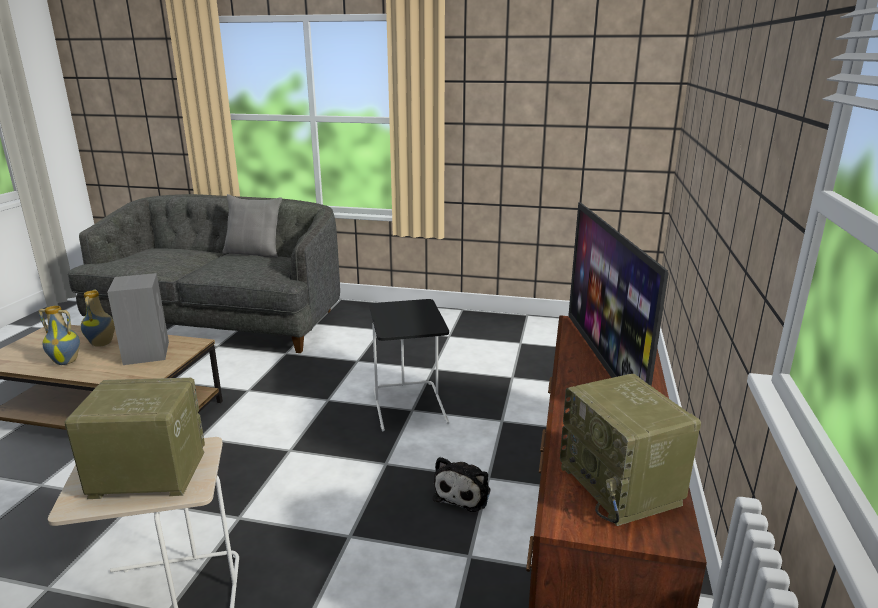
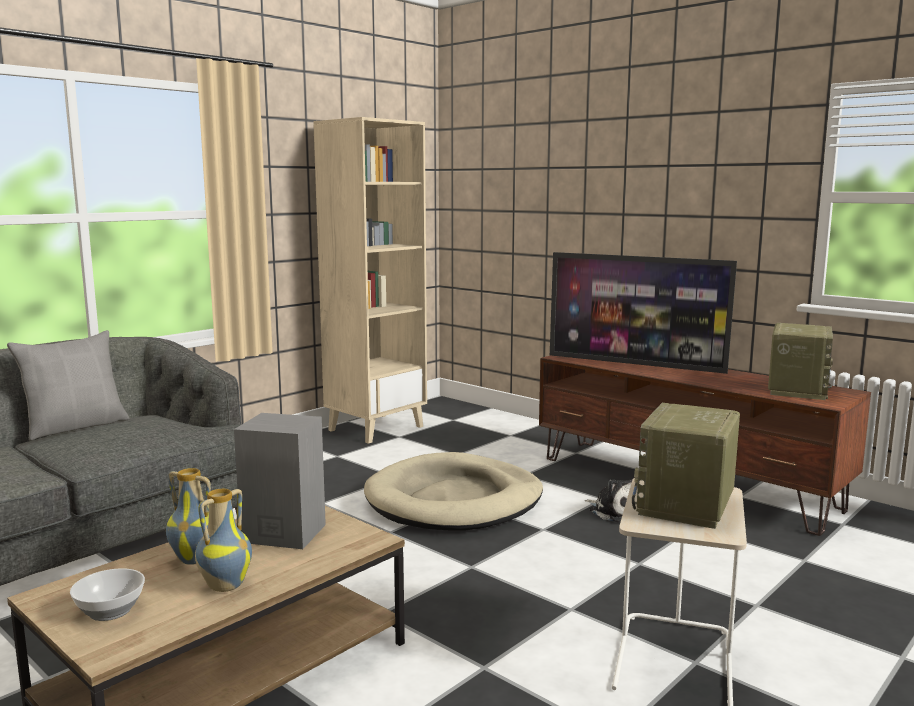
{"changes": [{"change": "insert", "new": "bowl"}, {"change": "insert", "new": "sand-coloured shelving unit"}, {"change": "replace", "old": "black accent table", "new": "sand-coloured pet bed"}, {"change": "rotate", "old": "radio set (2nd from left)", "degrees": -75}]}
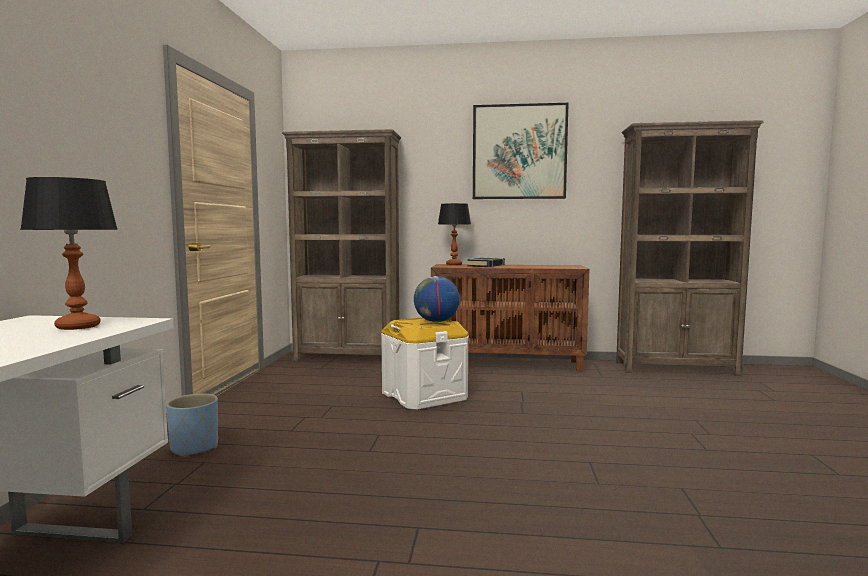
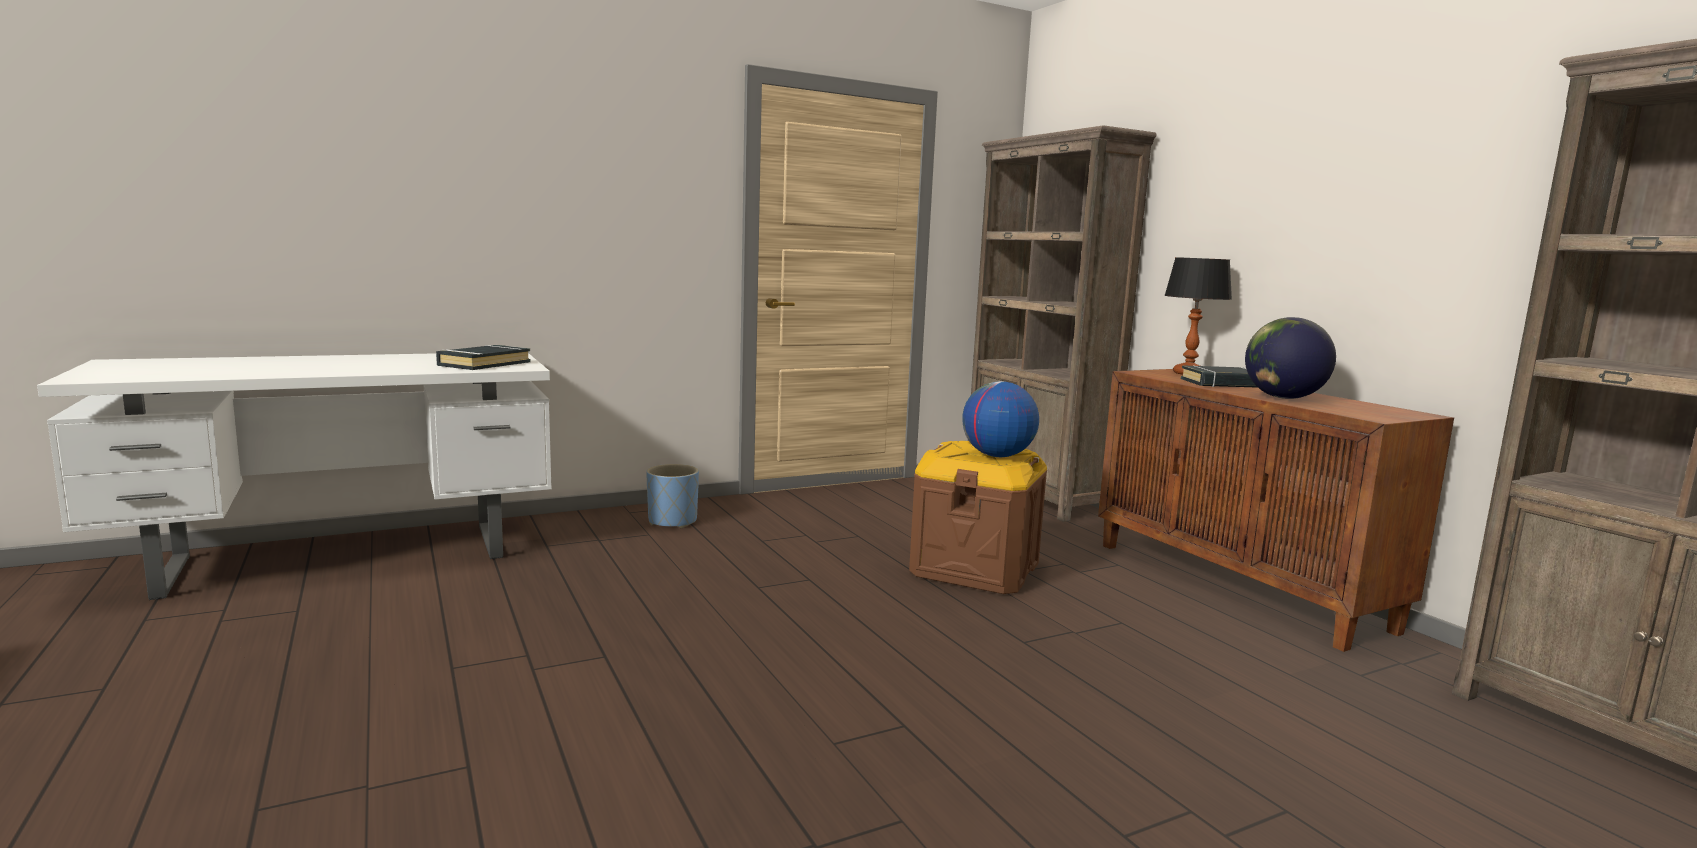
{"changes": [{"change": "replace", "old": "lamp for a table (1st from left)", "new": "black volume (1st from left)"}, {"change": "recolor", "old": "white storage bin", "new": "brownish storage bin"}, {"change": "insert", "new": "world globe (2nd from left)"}, {"change": "delete", "old": "picture"}]}
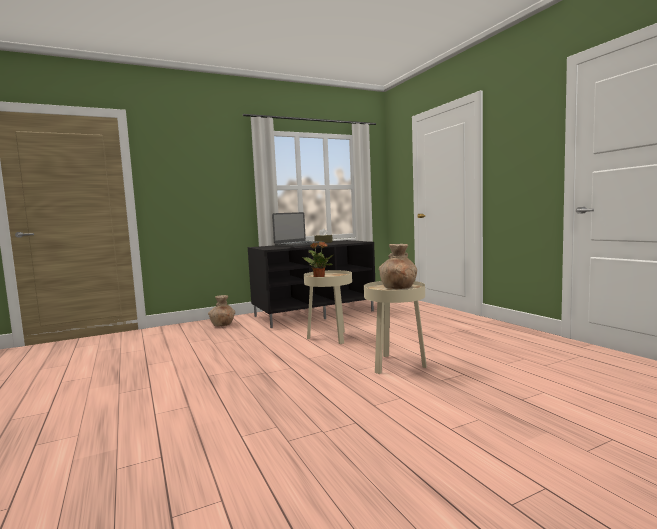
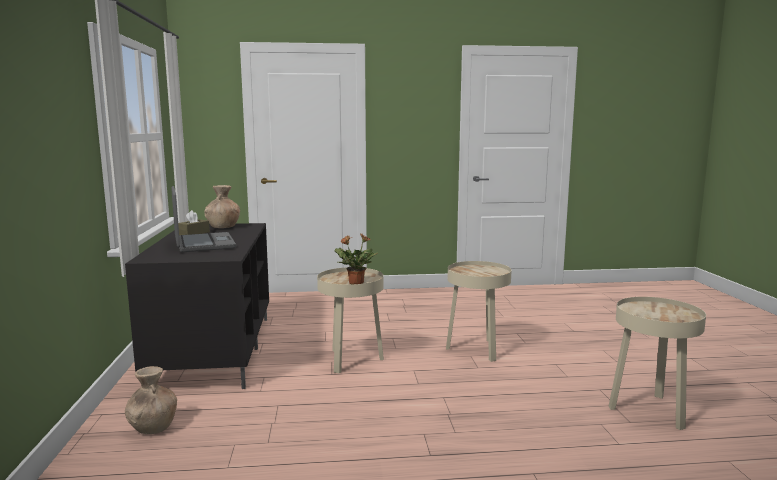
{"changes": [{"change": "move", "old": "brownish decorative vase (2nd from left)"}, {"change": "insert", "new": "sand-coloured accent table (3rd from left)"}]}
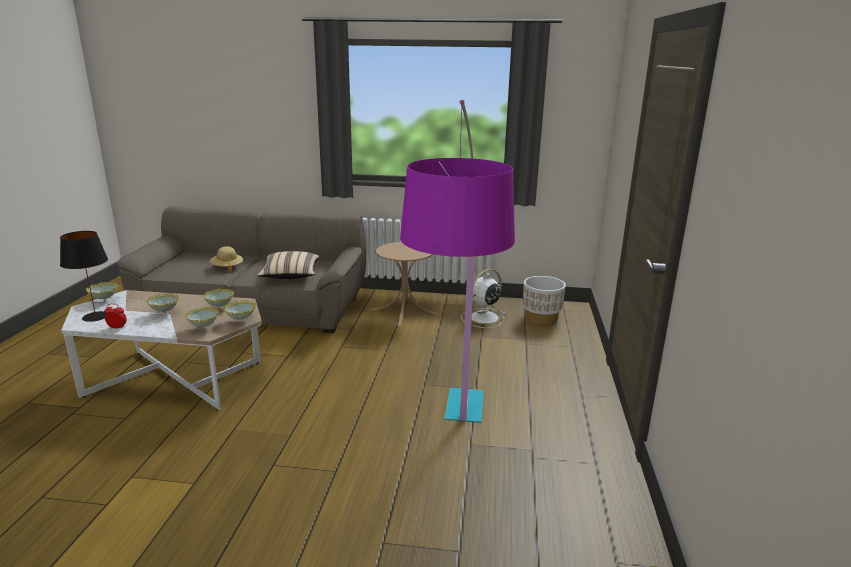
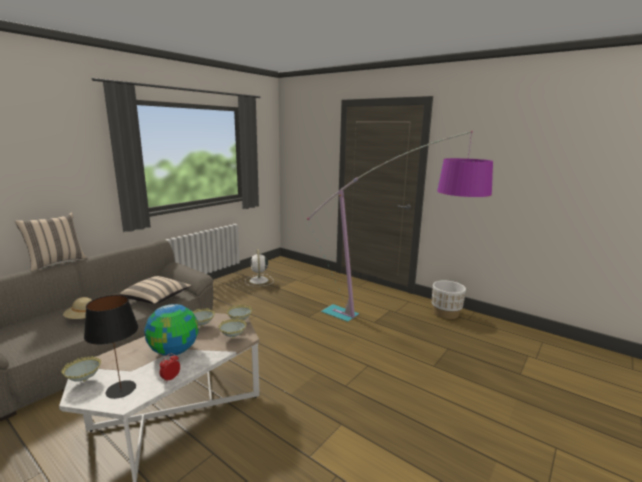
{"changes": [{"change": "insert", "new": "sand-coloured cushion (1st from left)"}, {"change": "replace", "old": "bowl (2nd from left)", "new": "world globe"}, {"change": "move", "old": "white flower pot"}, {"change": "delete", "old": "sand-coloured accent table"}]}
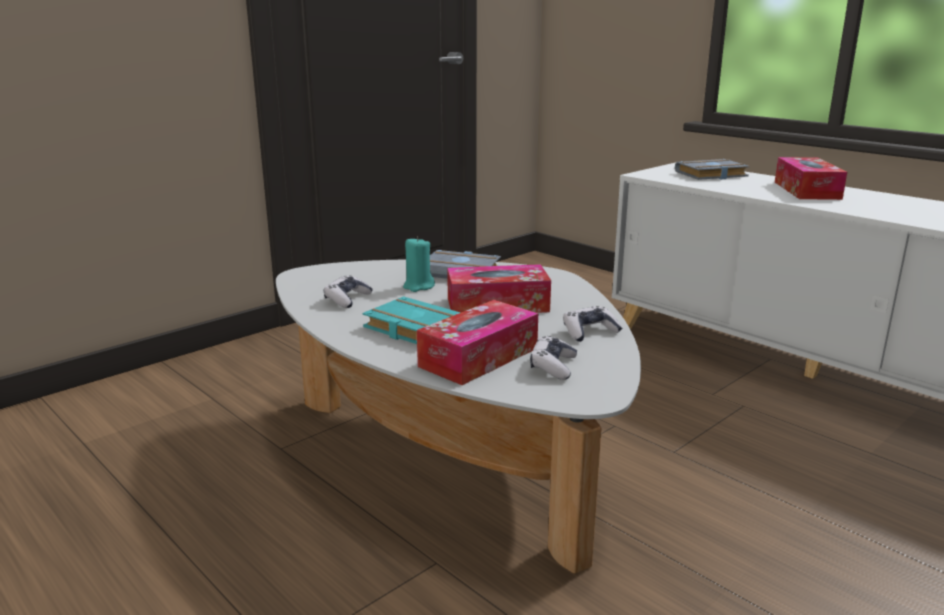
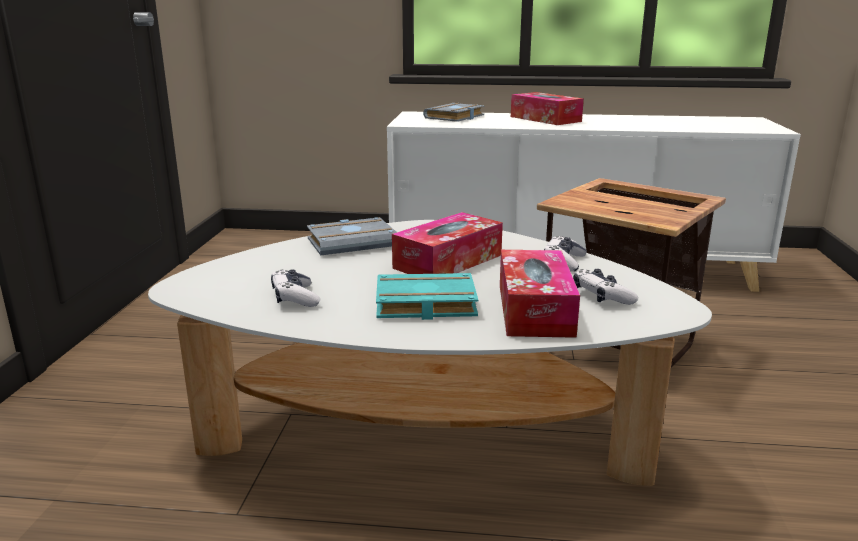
{"changes": [{"change": "insert", "new": "accent table"}, {"change": "delete", "old": "turquoise-coloured wax candle"}]}
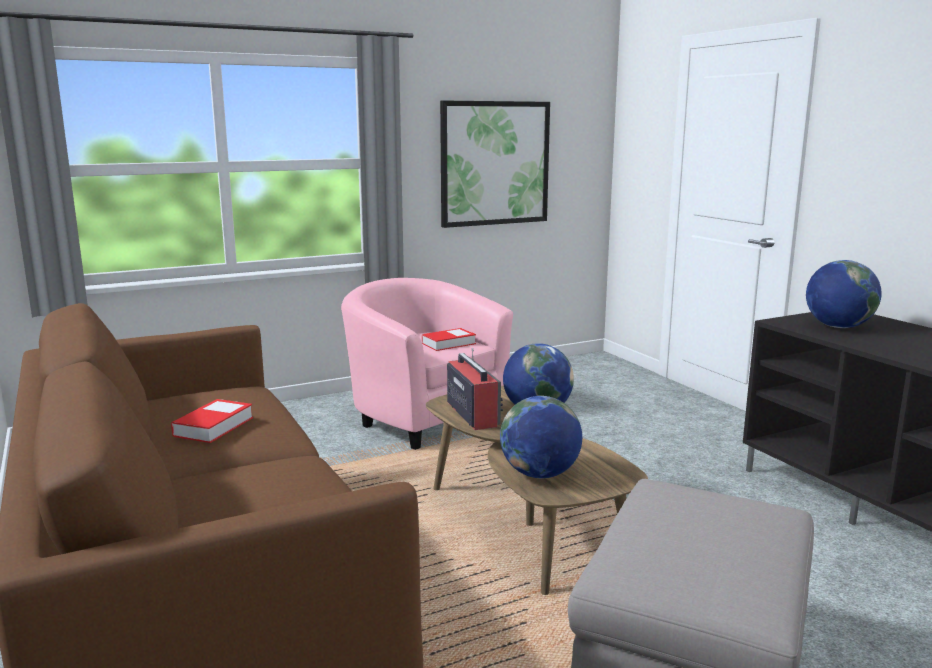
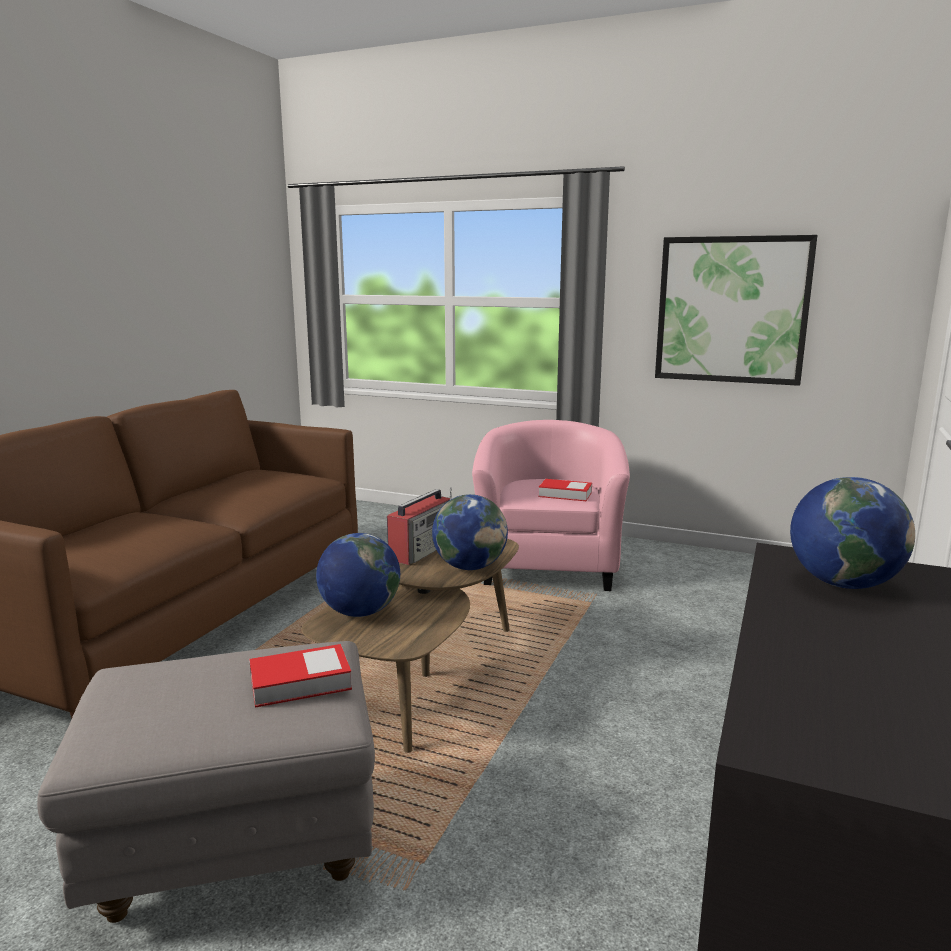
{"changes": [{"change": "move", "old": "volume (1st from left)"}]}
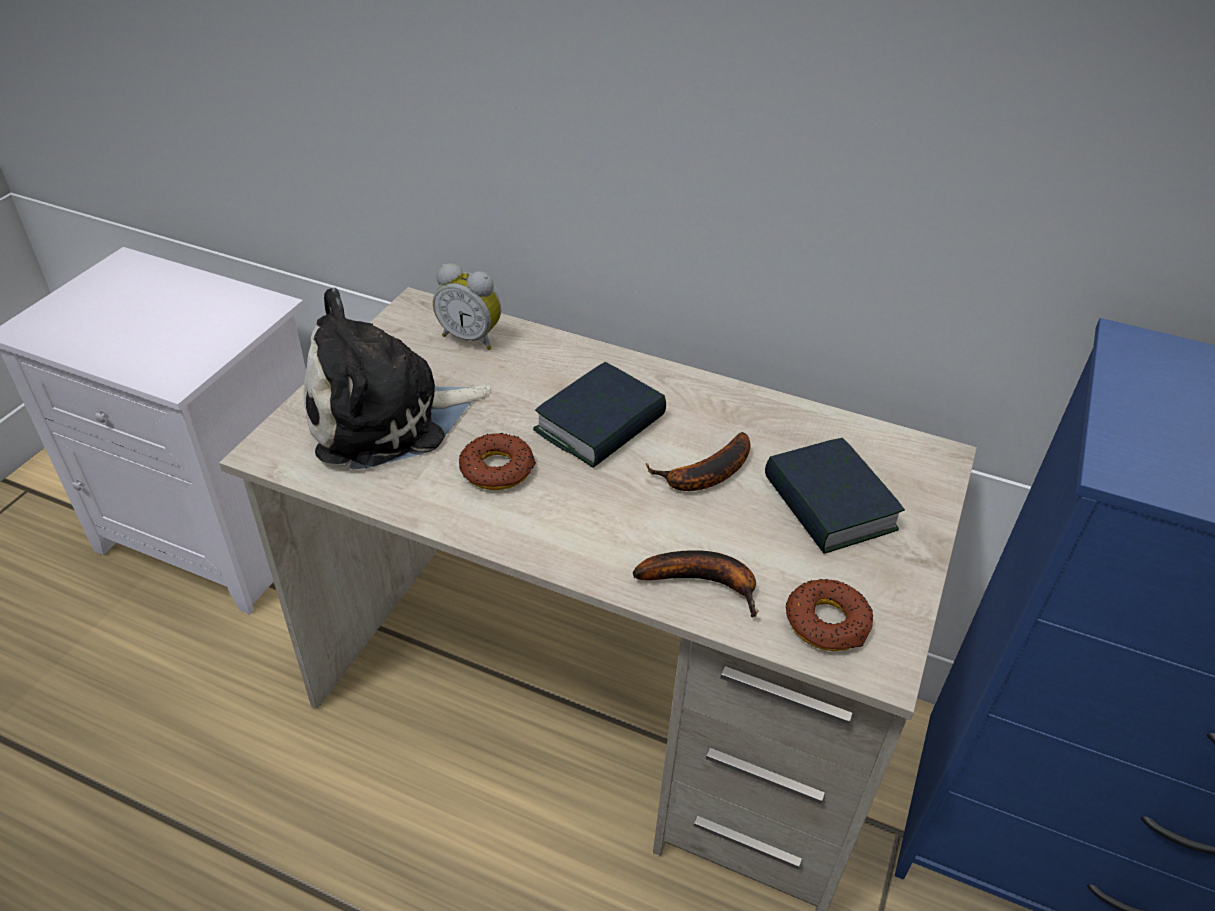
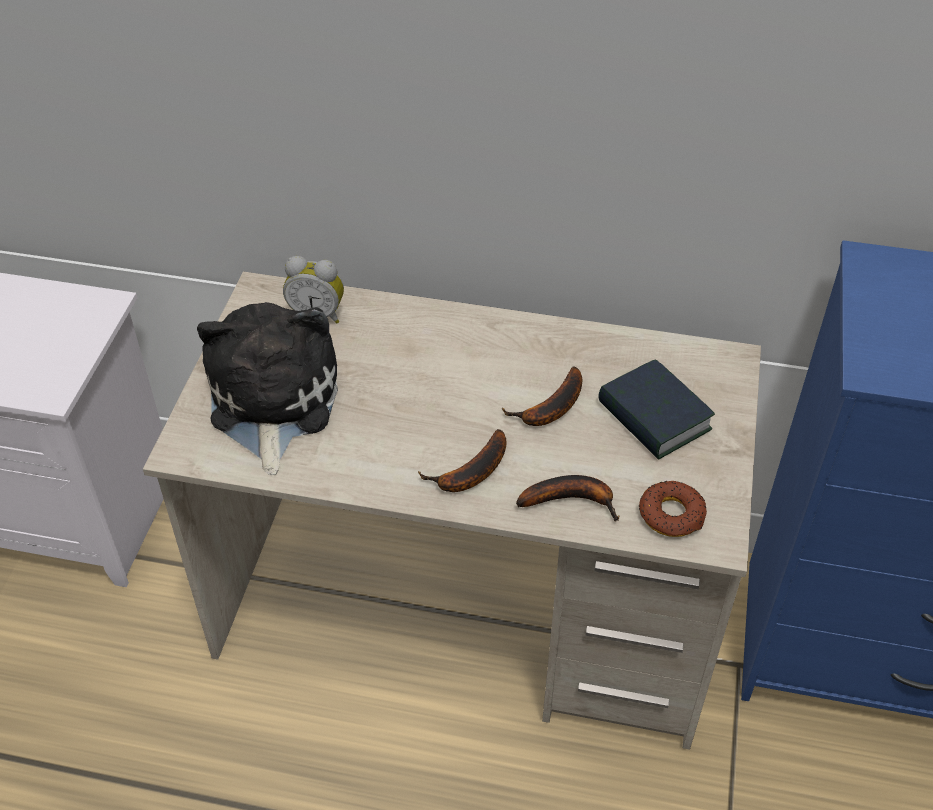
{"changes": [{"change": "rotate", "old": "plush toy", "degrees": 120}, {"change": "insert", "new": "banana fruit (1st from left)"}, {"change": "delete", "old": "donut (1st from left)"}, {"change": "delete", "old": "volume (1st from left)"}]}
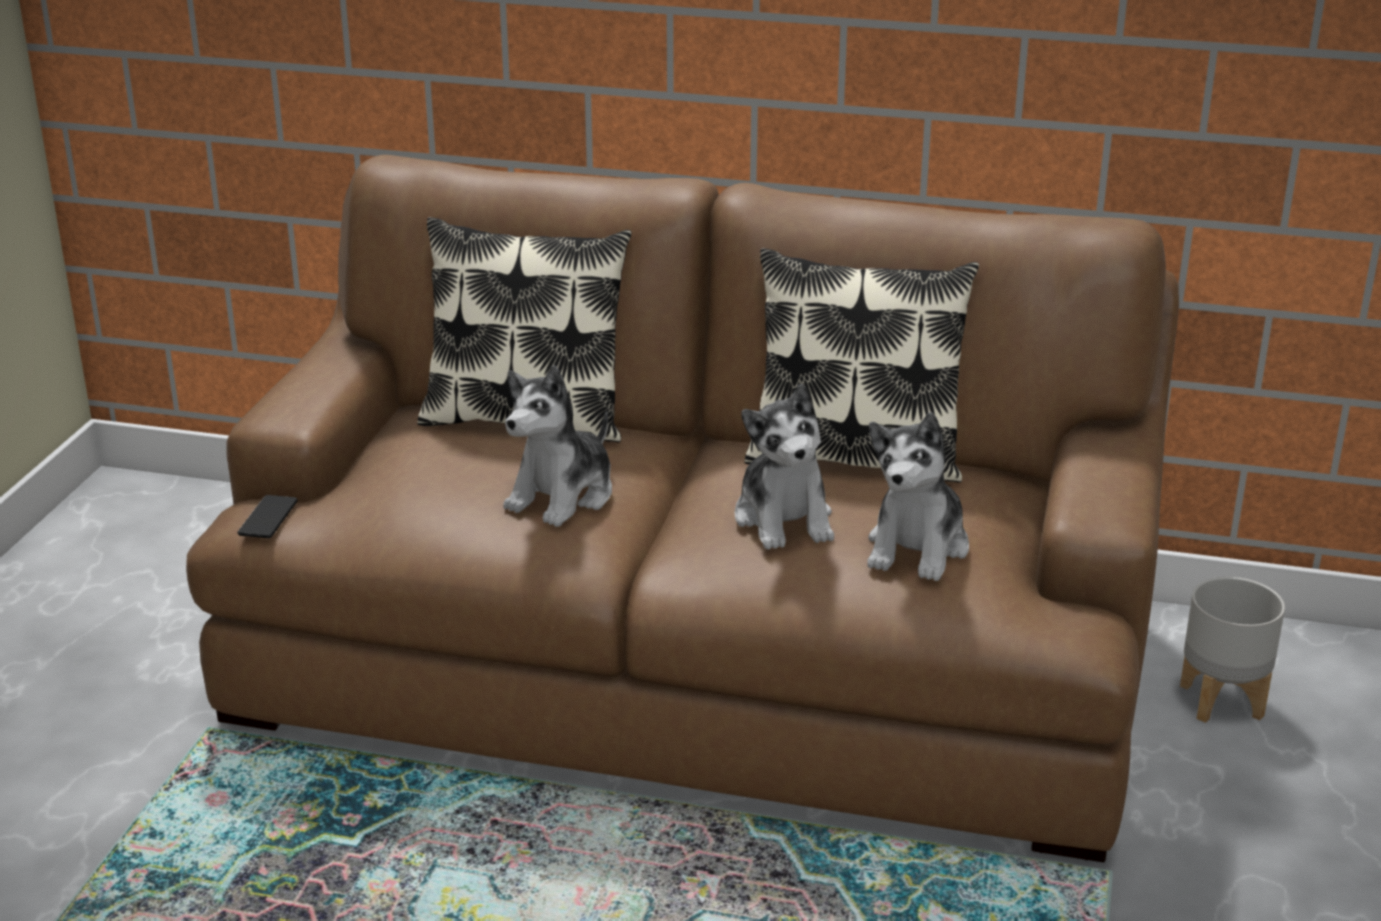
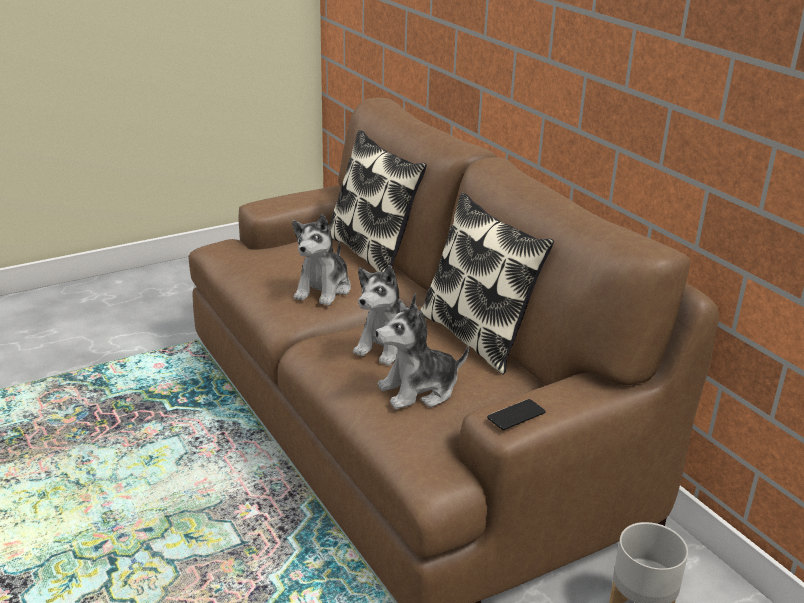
{"changes": [{"change": "rotate", "old": "plush toy (1st from left)", "degrees": -60}, {"change": "move", "old": "telephone"}]}
